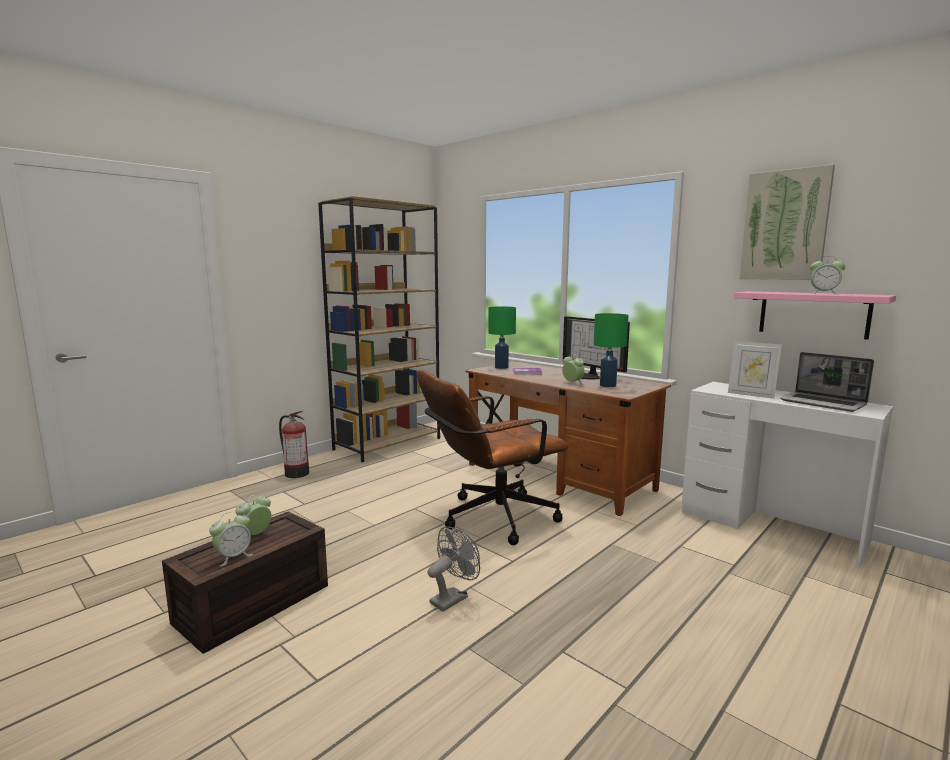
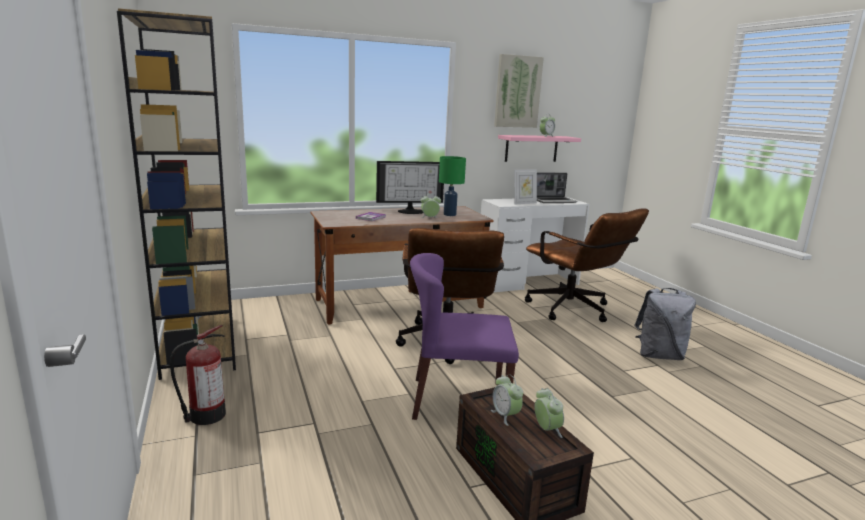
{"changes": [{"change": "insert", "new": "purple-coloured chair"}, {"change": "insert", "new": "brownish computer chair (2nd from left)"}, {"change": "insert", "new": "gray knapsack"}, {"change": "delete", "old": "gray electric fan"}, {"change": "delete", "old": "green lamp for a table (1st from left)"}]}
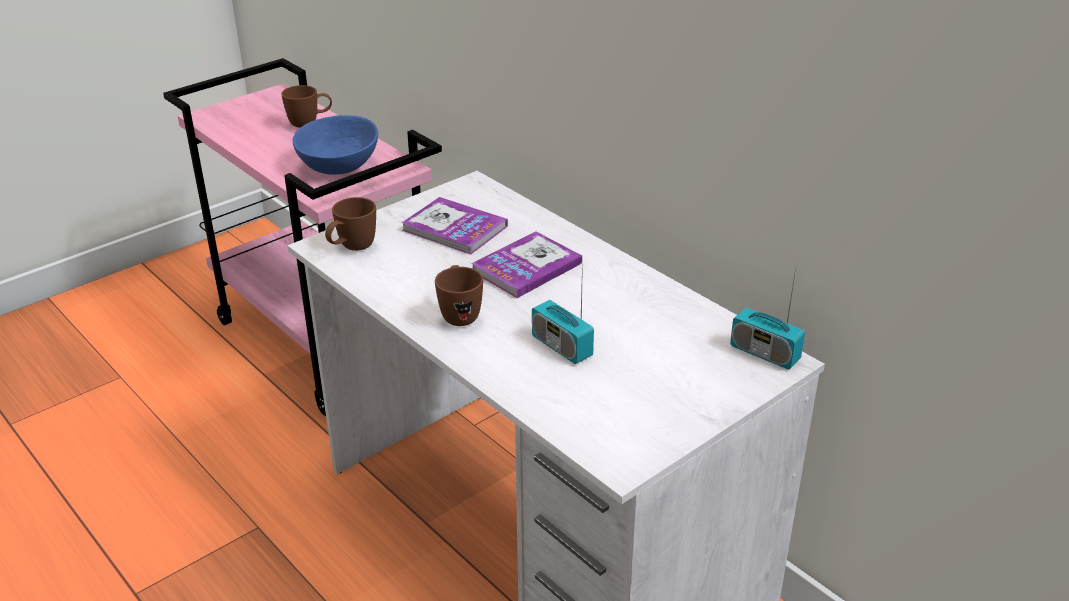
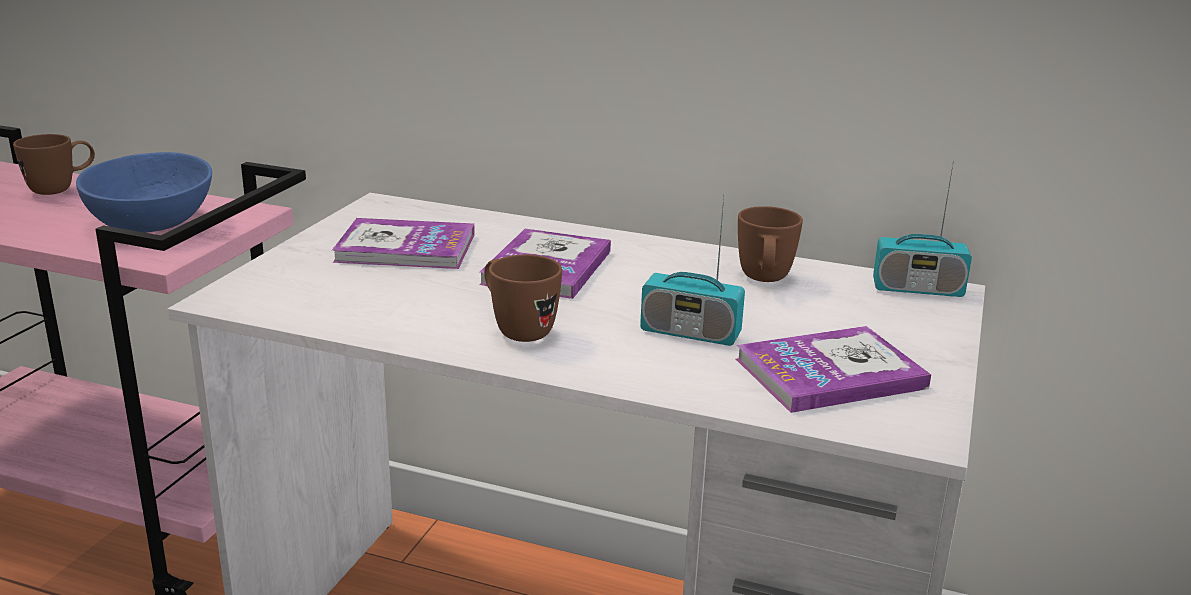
{"changes": [{"change": "insert", "new": "volume (3rd from left)"}, {"change": "move", "old": "brownish tea mug (2nd from left in the first image)", "new": "brownish tea mug (3rd from left)"}]}
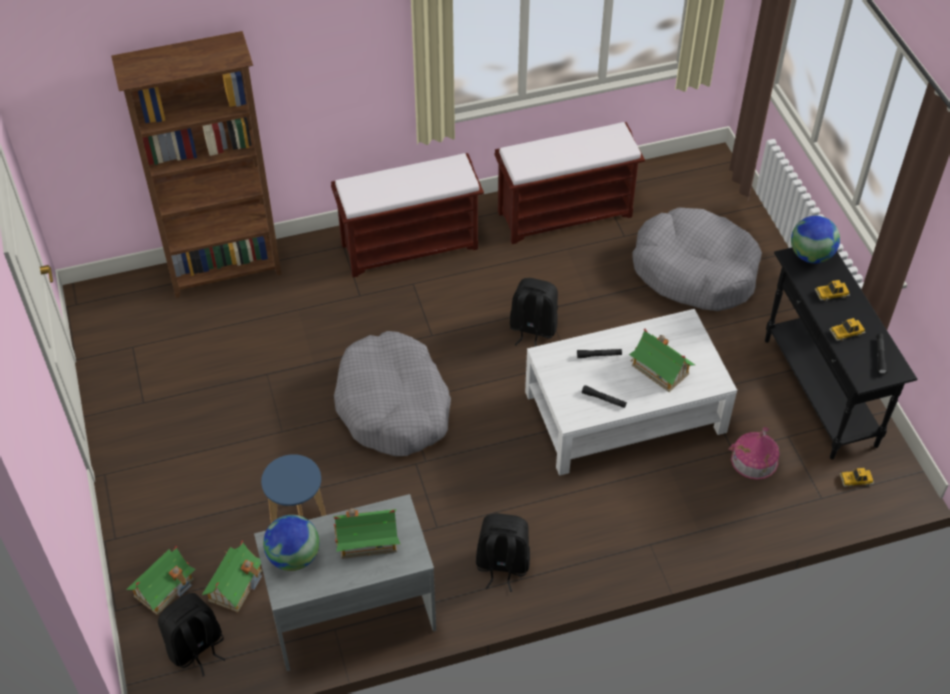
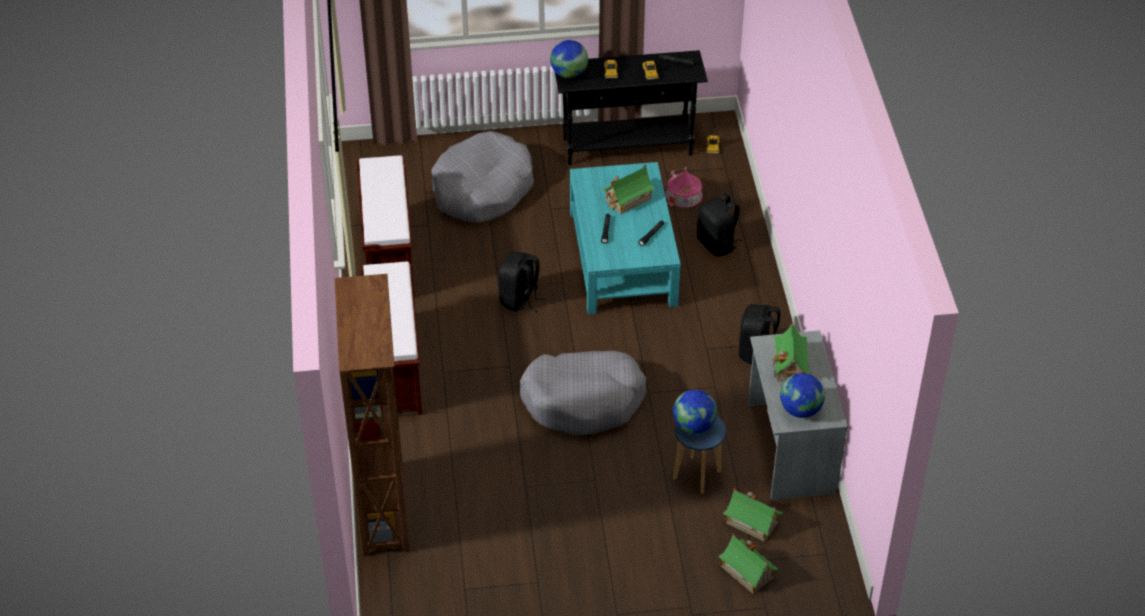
{"changes": [{"change": "recolor", "old": "white coffee table", "new": "turquoise-coloured coffee table"}, {"change": "insert", "new": "world globe (2nd from left)"}, {"change": "move", "old": "black knapsack (1st from left in the first image)", "new": "black knapsack (2nd from left)"}]}
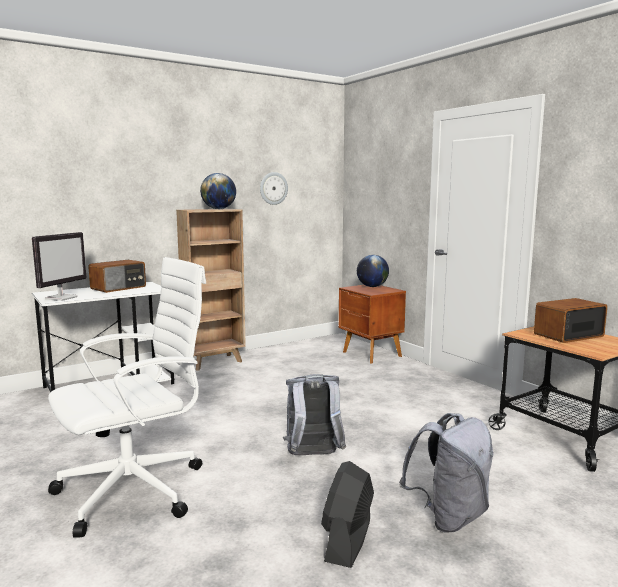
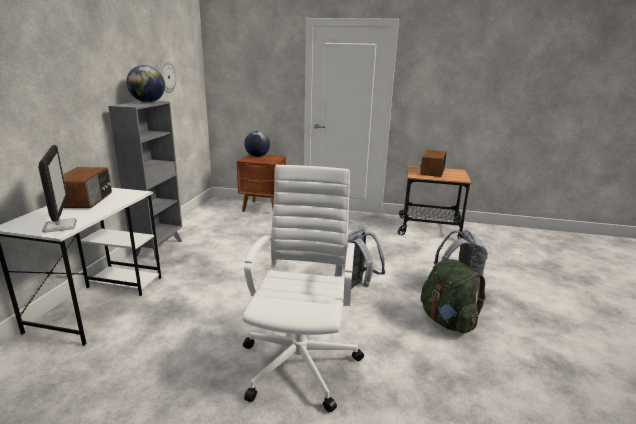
{"changes": [{"change": "recolor", "old": "brownish shelving unit", "new": "gray shelving unit"}, {"change": "replace", "old": "black electric fan", "new": "green knapsack"}]}
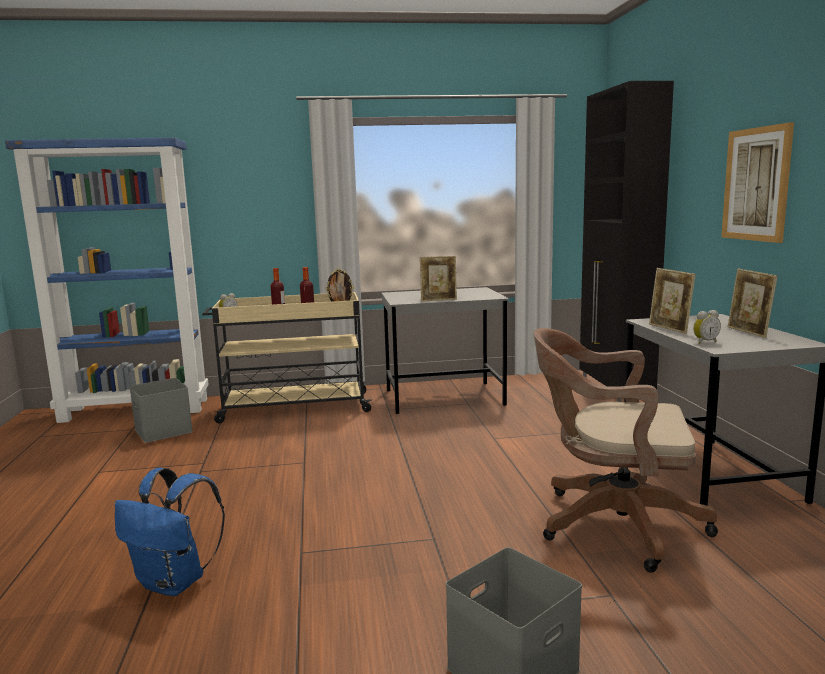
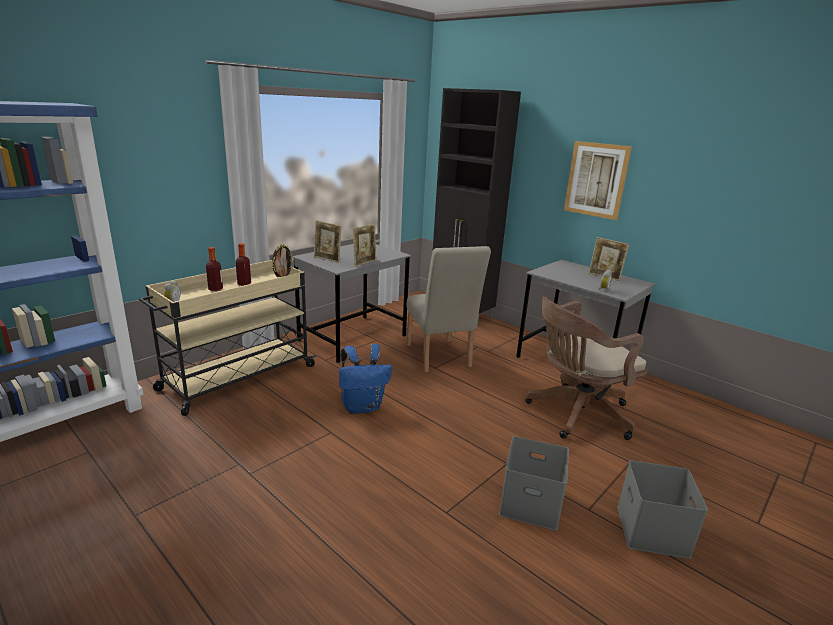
{"changes": [{"change": "move", "old": "picture frame (3rd from left in the first image)", "new": "picture frame (2nd from left)"}, {"change": "move", "old": "bluish knapsack"}, {"change": "insert", "new": "sand-coloured chair"}, {"change": "move", "old": "gray storage bin (1st from left)"}]}
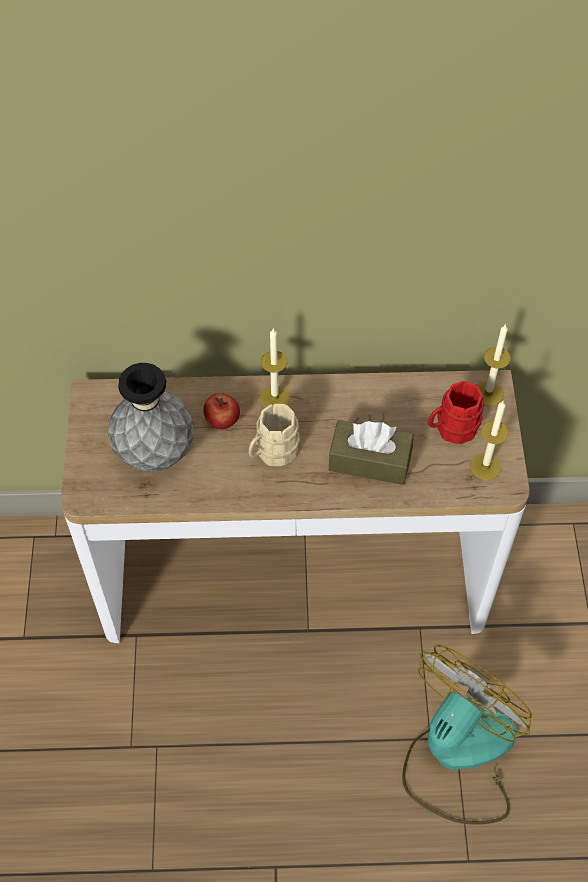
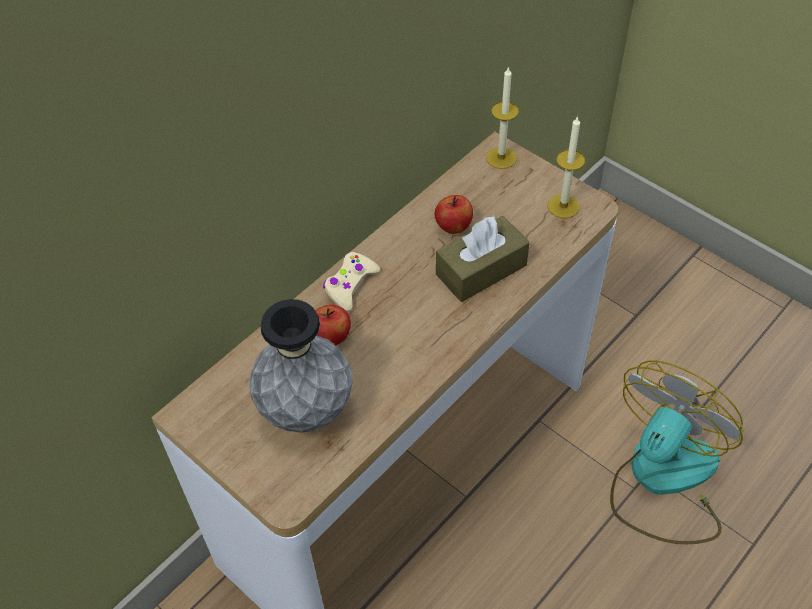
{"changes": [{"change": "replace", "old": "wax candle (1st from left)", "new": "sand-coloured game controller"}, {"change": "insert", "new": "apple (2nd from left)"}, {"change": "rotate", "old": "electric fan", "degrees": 45}, {"change": "delete", "old": "sand-coloured tea mug"}, {"change": "delete", "old": "reddish tea mug"}]}
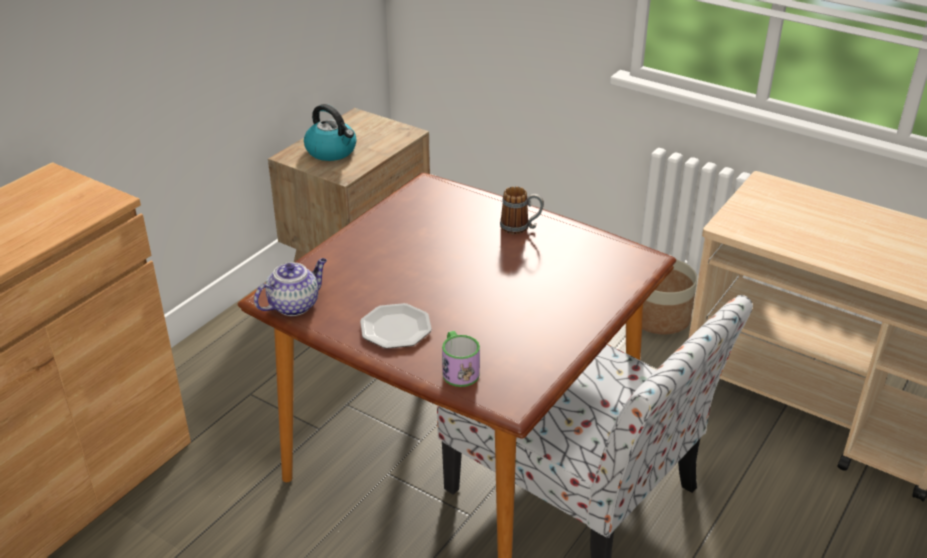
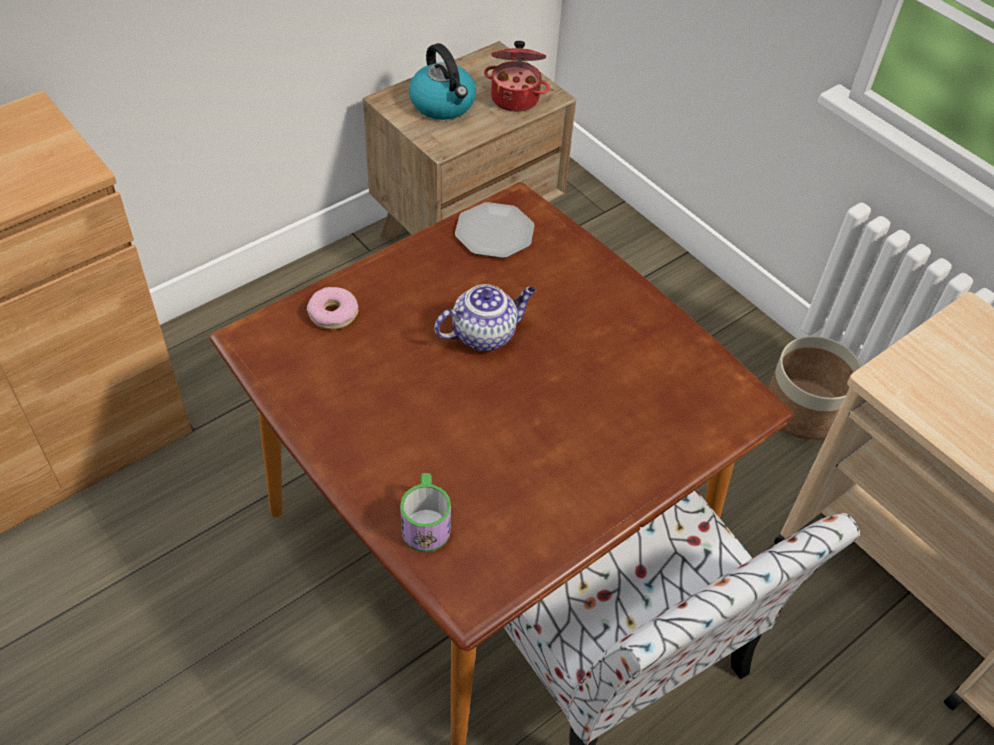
{"changes": [{"change": "insert", "new": "donut"}, {"change": "move", "old": "pot for tea"}, {"change": "move", "old": "plate"}, {"change": "insert", "new": "stockpot"}, {"change": "delete", "old": "tea mug (2nd from left)"}]}
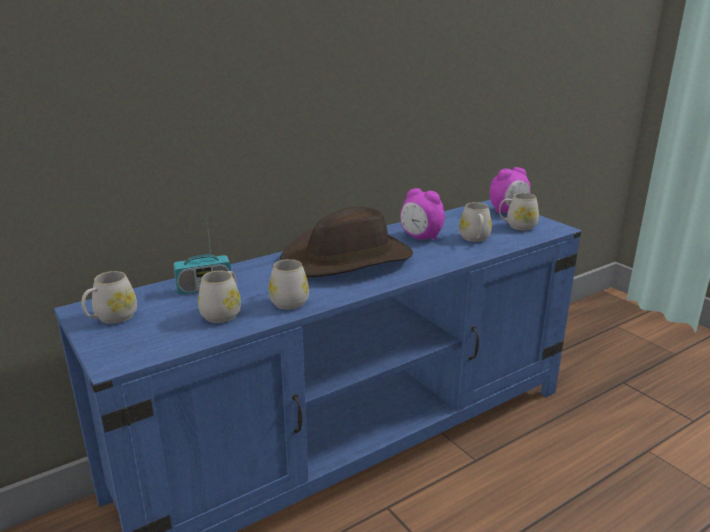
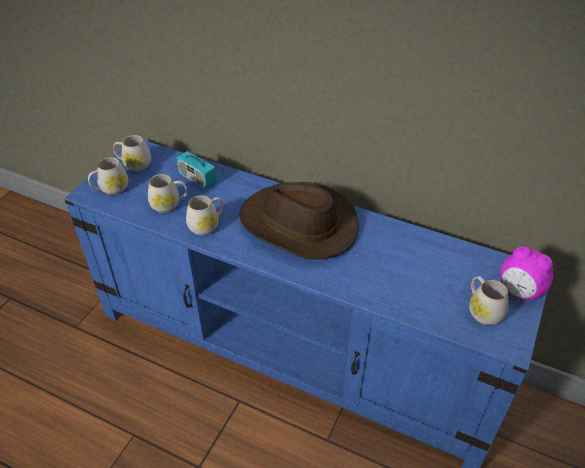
{"changes": [{"change": "move", "old": "white tea mug (4th from left in the first image)", "new": "white tea mug (1st from left)"}, {"change": "delete", "old": "alarm clock (1st from left)"}]}
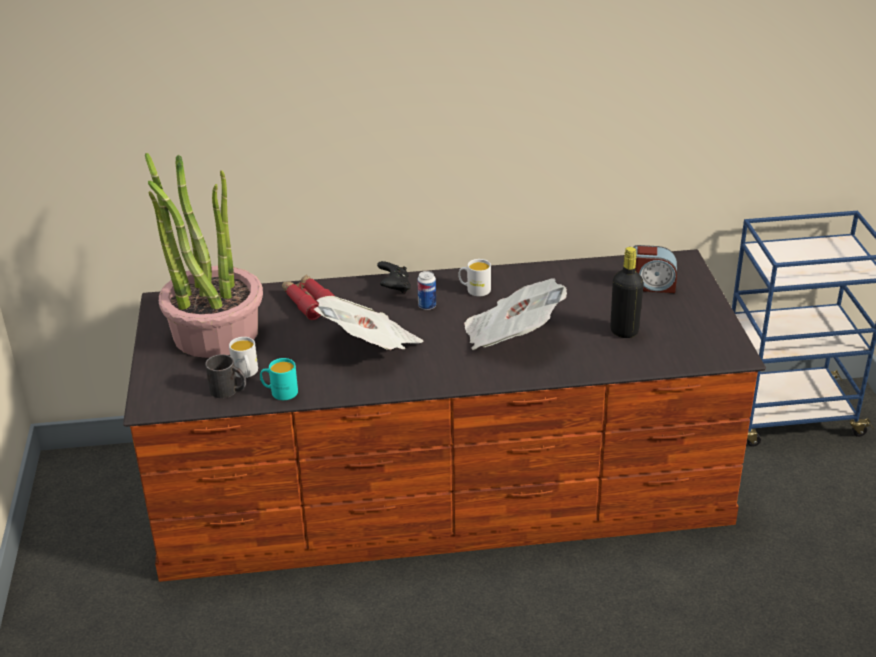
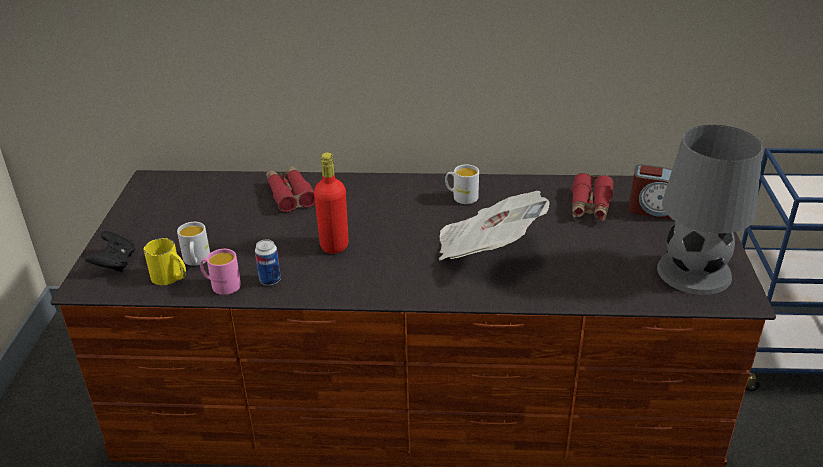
{"changes": [{"change": "move", "old": "black game controller"}, {"change": "recolor", "old": "black tea mug", "new": "yellow tea mug"}, {"change": "recolor", "old": "turquoise-coloured tea mug", "new": "pink tea mug"}, {"change": "move", "old": "metal can"}, {"change": "replace", "old": "daily paper (1st from left)", "new": "reddish drink bottle"}, {"change": "insert", "new": "reddish field glasses (2nd from left)"}, {"change": "insert", "new": "gray lamp for a table"}, {"change": "delete", "old": "potted plant"}, {"change": "delete", "old": "black drink bottle"}]}
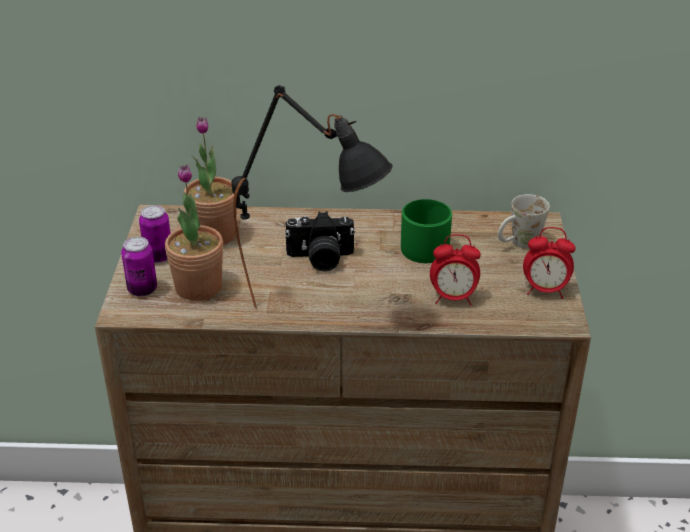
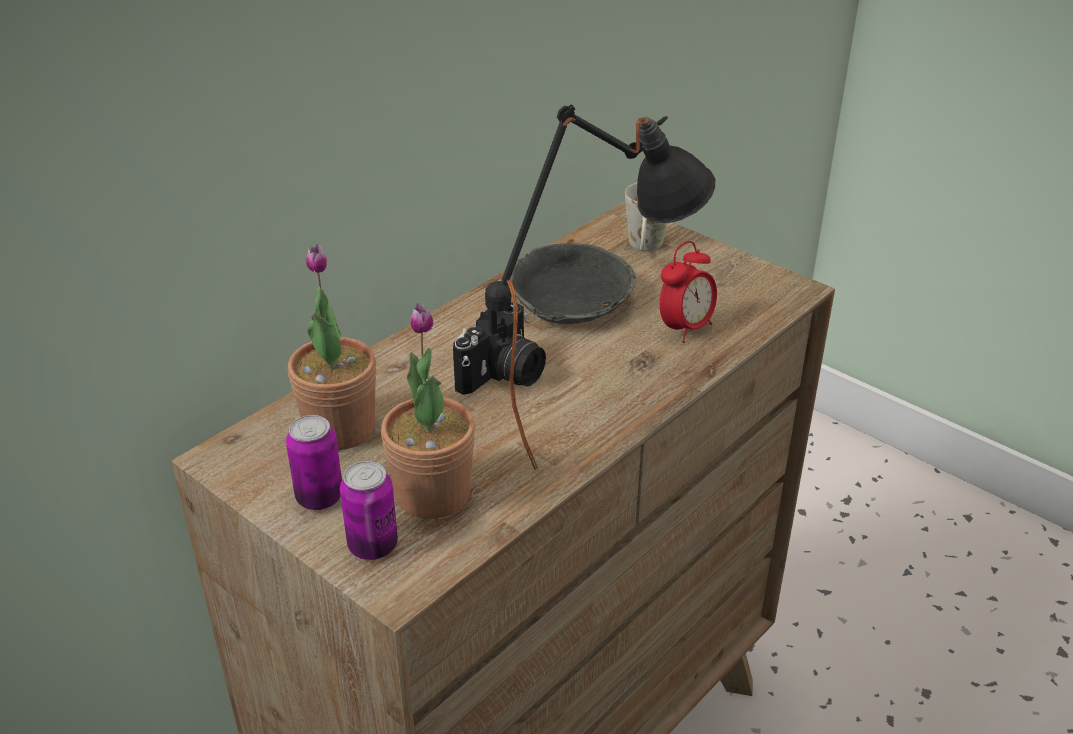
{"changes": [{"change": "replace", "old": "green tea mug", "new": "gray bowl"}, {"change": "delete", "old": "alarm clock (2nd from left)"}]}
